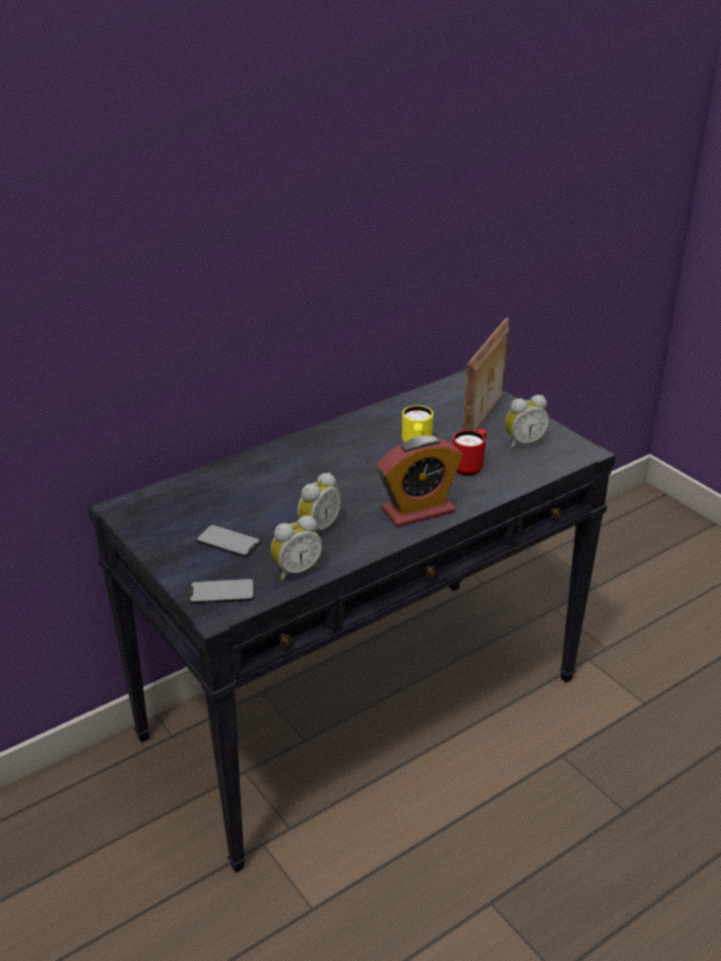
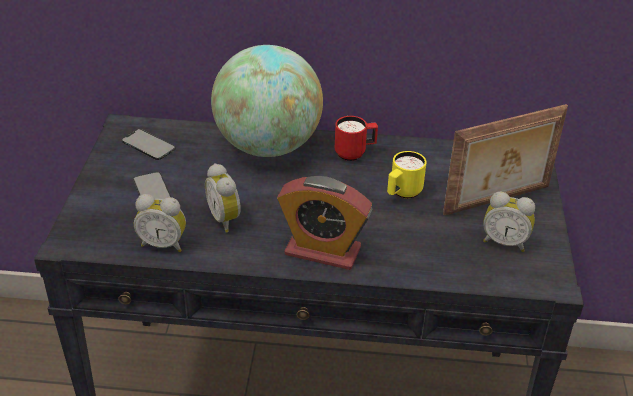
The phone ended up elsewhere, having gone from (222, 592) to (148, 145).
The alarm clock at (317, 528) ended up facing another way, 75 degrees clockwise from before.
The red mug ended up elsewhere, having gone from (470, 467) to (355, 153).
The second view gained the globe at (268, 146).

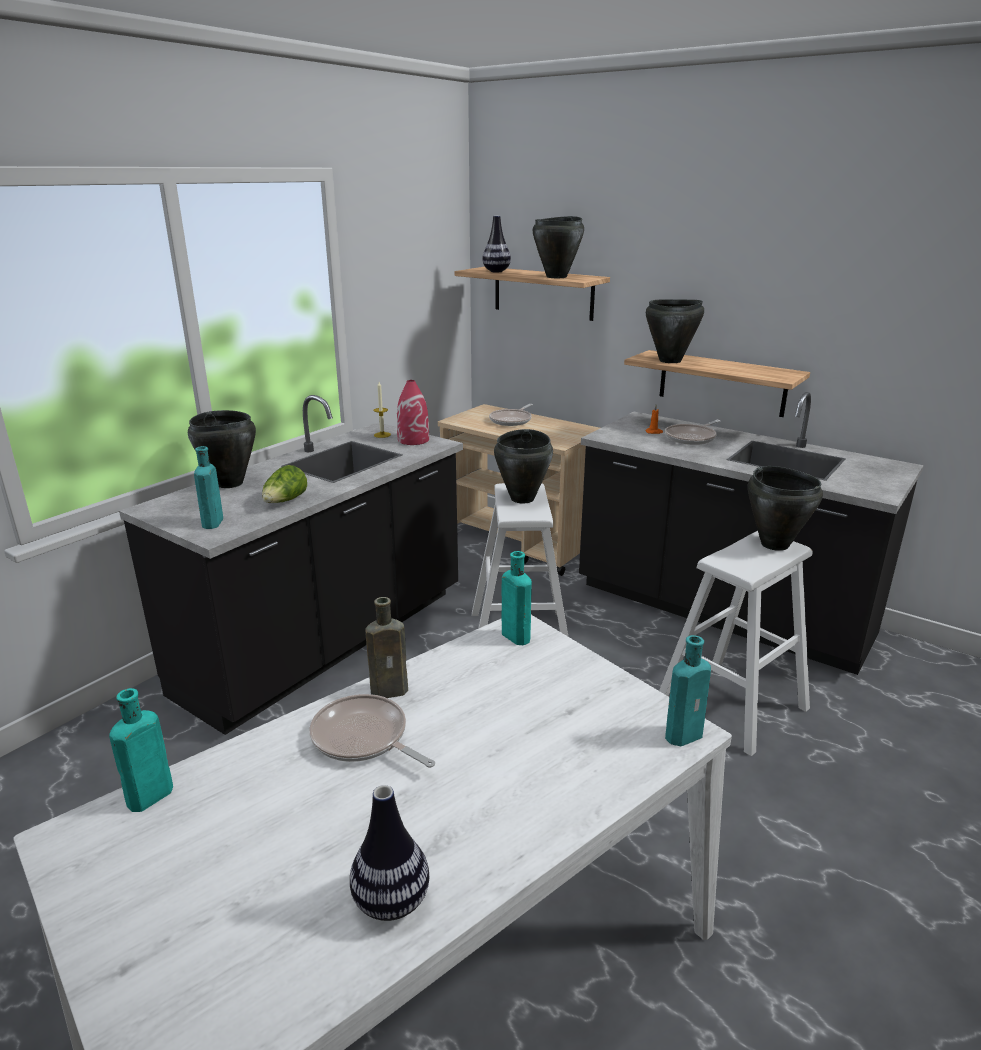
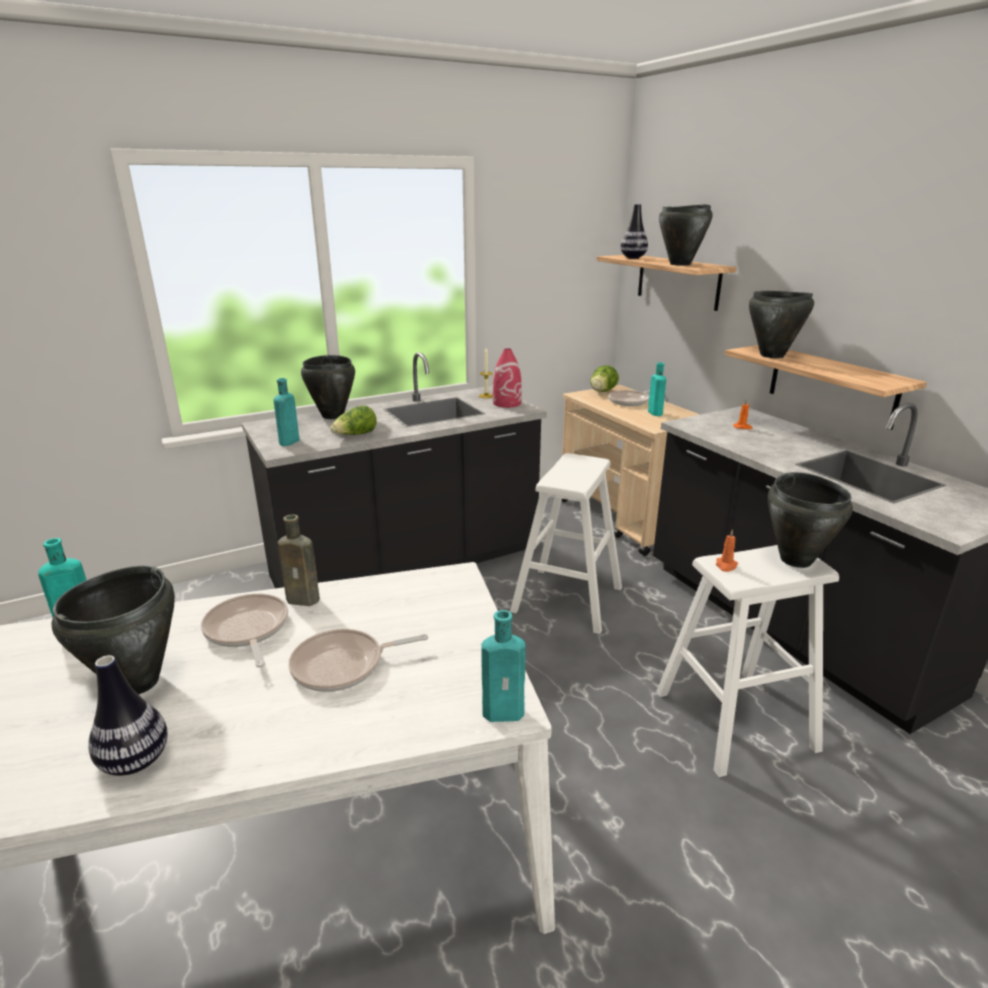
The black cooking pot ended up elsewhere, having gone from (523, 498) to (138, 682).
The turquoise bottle ended up elsewhere, having gone from (514, 635) to (654, 413).
The frying pan ended up elsewhere, having gone from (692, 438) to (343, 665).
The second view gained the lettuce at (602, 392).
The second view gained the orange candle at (726, 565).

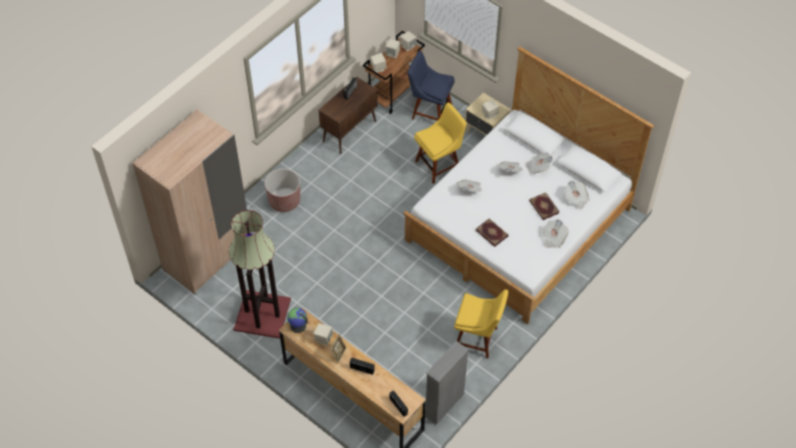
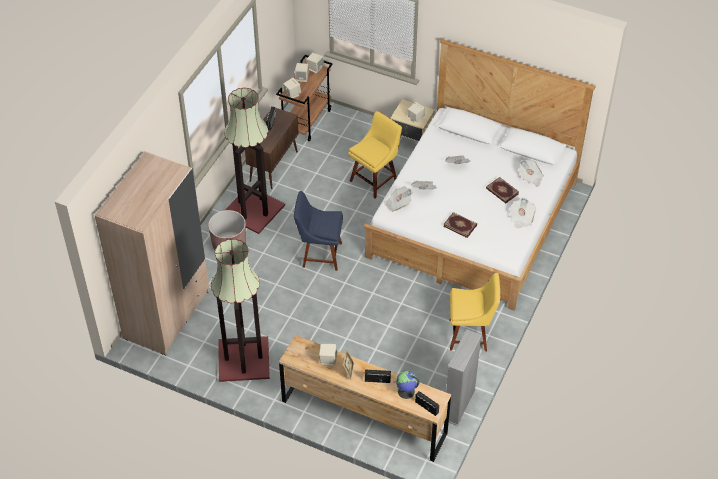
The globe ended up elsewhere, having gone from (298, 326) to (406, 392).
The blue chair ended up elsewhere, having gone from (429, 111) to (319, 254).
The newspaper ended up elsewhere, having gone from (537, 167) to (397, 204).
The second view gained the floor lamp at (253, 209).

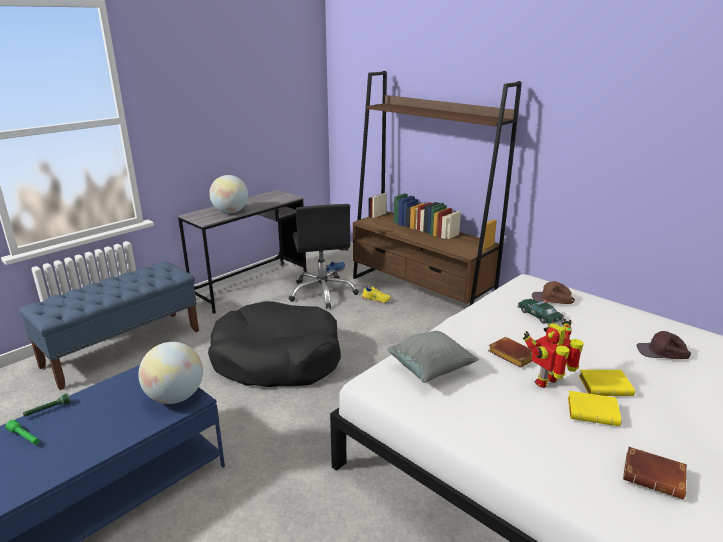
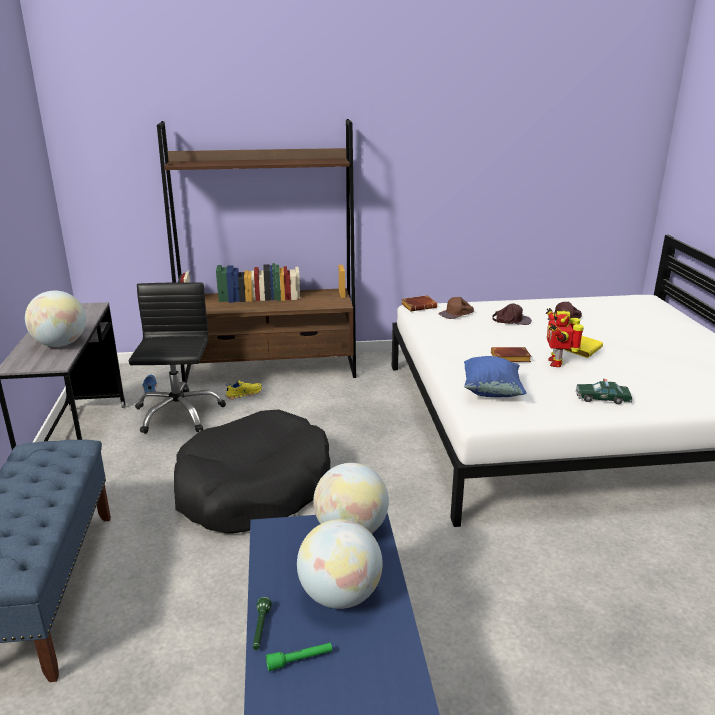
The black office chair at (322, 292) ended up facing another way, 120 degrees counterclockwise from before.
What was the grey pillow at (430, 370) turned into the blue pillow at (491, 391).
The toy car ended up elsewhere, having gone from (539, 316) to (602, 398).
The second view lost the yellow book at (594, 412).
The brown book ended up elsewhere, having gone from (655, 476) to (419, 306).
The second view gained the globe at (340, 596).
The second view gained the brown cap at (511, 320).

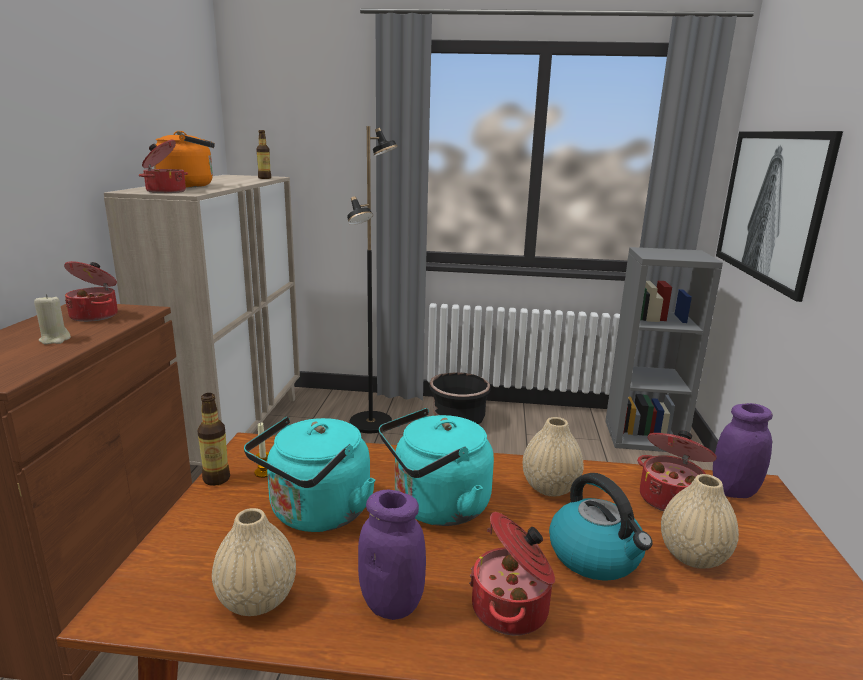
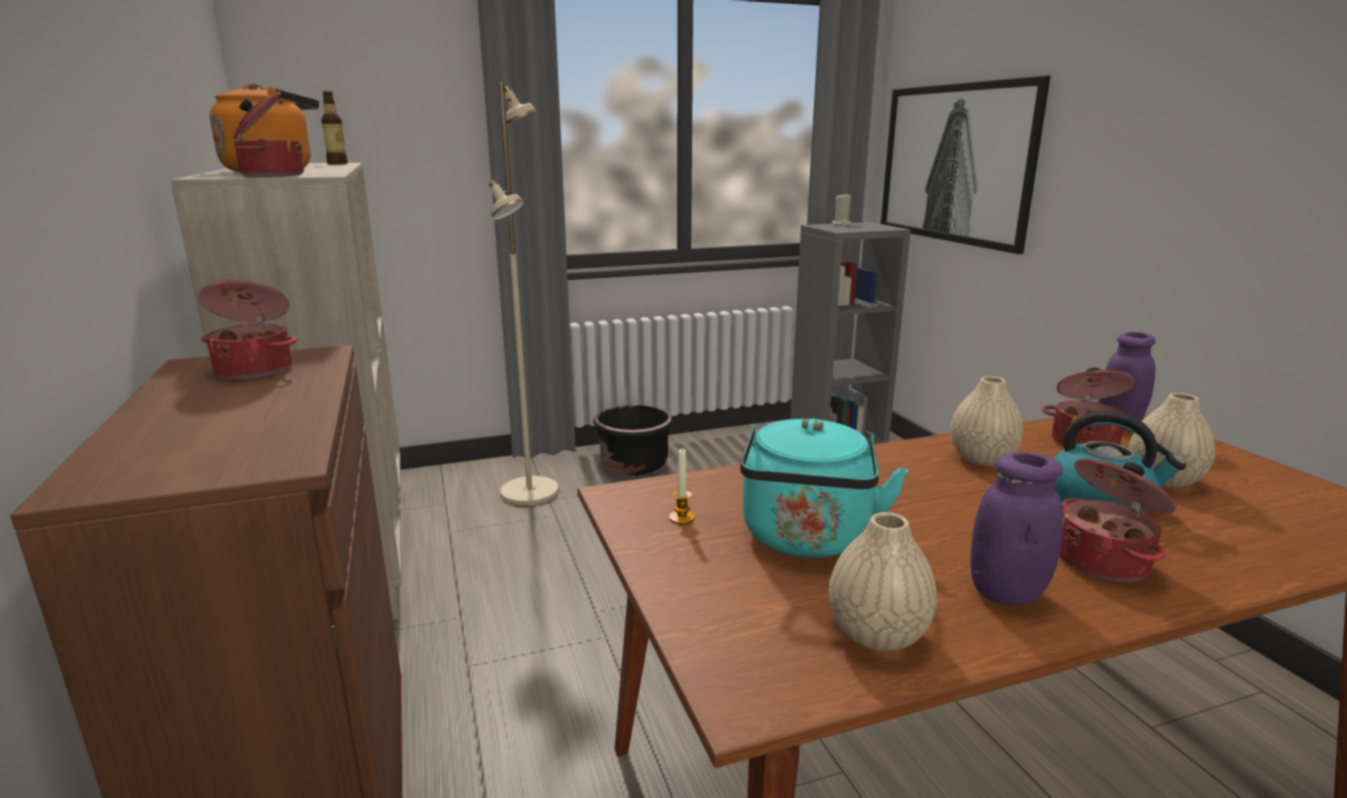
The beige candle ended up elsewhere, having gone from (55, 340) to (841, 224).
The second view lost the bottle at (216, 479).
What was the black floor lamp at (371, 423) turned into the beige floor lamp at (531, 492).
The second view lost the turquoise kettle at (436, 507).

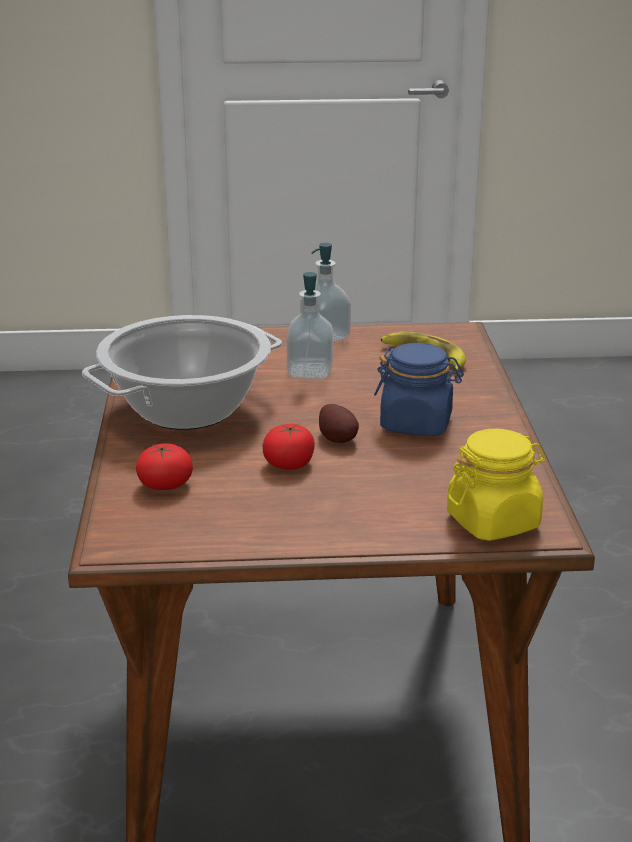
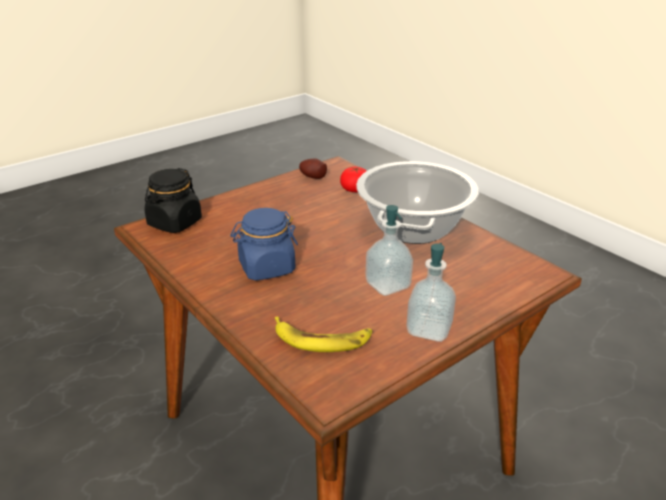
The second view lost the tomato at (289, 463).
The potato ended up elsewhere, having gone from (338, 438) to (313, 176).
What was the yellow jar at (493, 521) turned into the black jar at (174, 223).

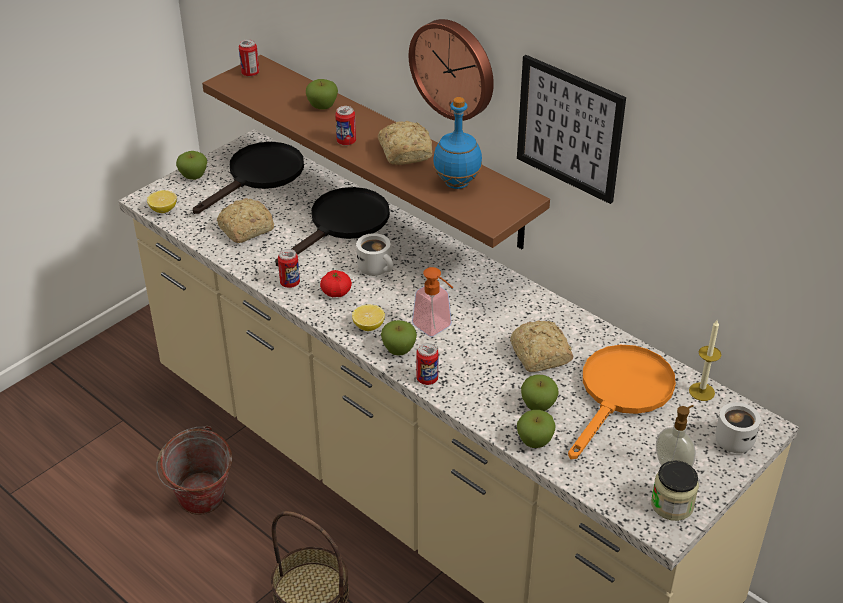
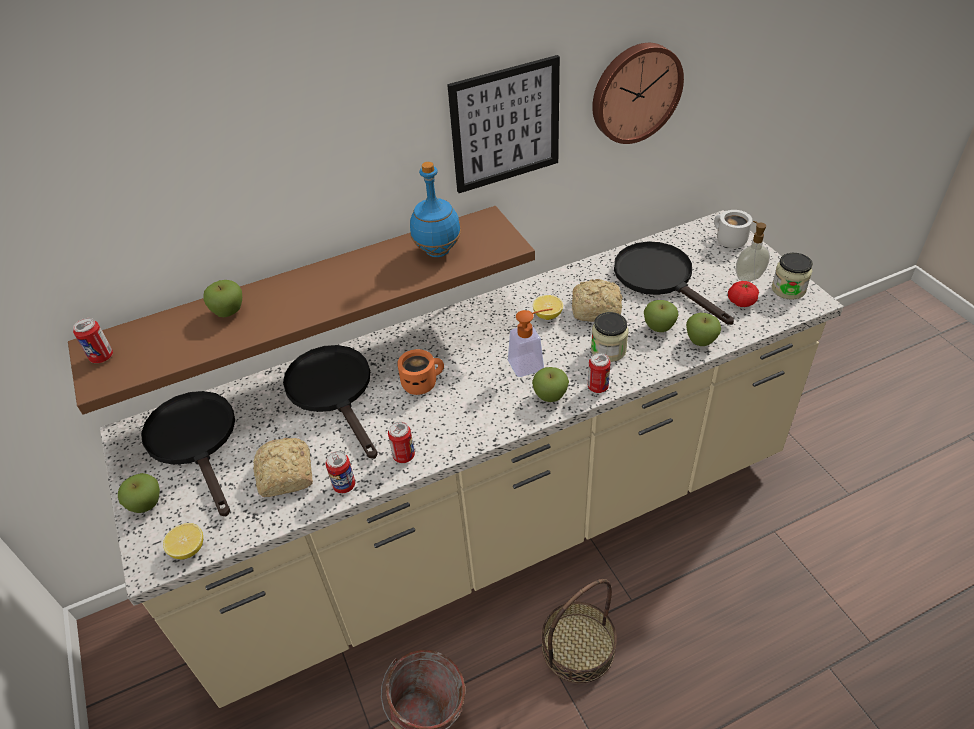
The tomato ended up elsewhere, having gone from (336, 292) to (741, 302).
The can ended up elsewhere, having gone from (346, 141) to (344, 485).
The lemon ended up elsewhere, having gone from (368, 326) to (547, 315).
What was the white mug at (377, 268) turned into the orange mug at (422, 382).
The second view lost the bread at (405, 152).
The wall clock ended up elsewhere, having gone from (454, 68) to (634, 92).
What was the orange frying pan at (621, 394) turned into the black frying pan at (661, 279).
The second view lost the candle at (701, 391).
The second view gained the jar at (608, 350).

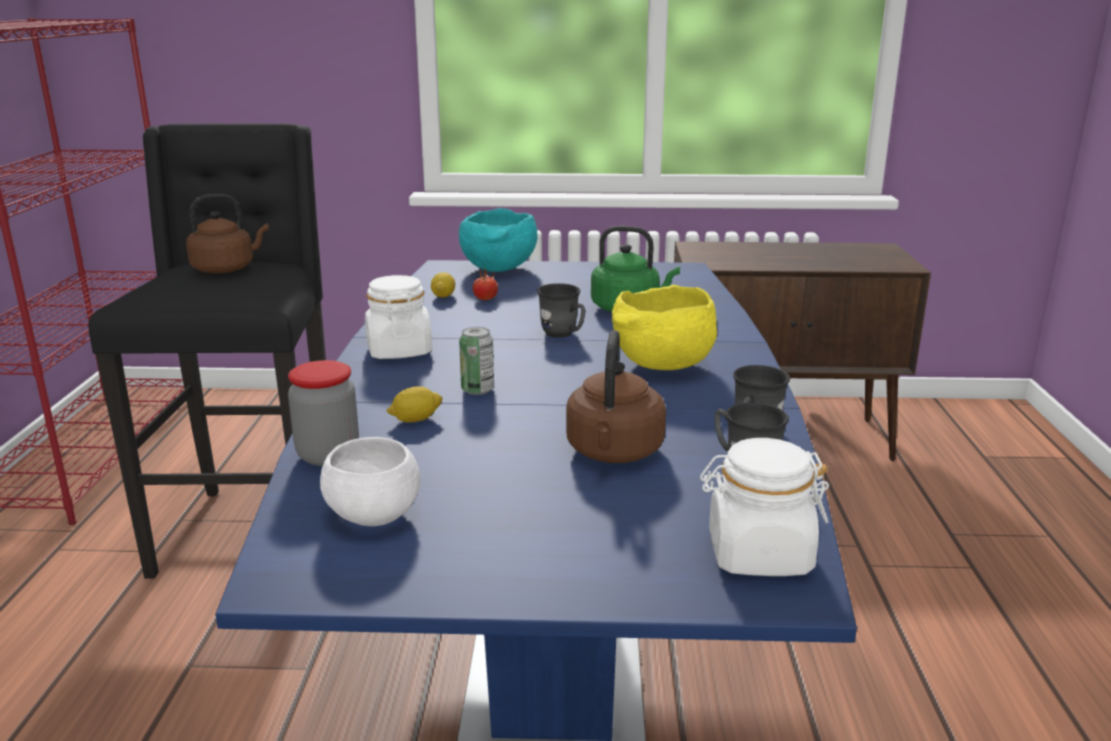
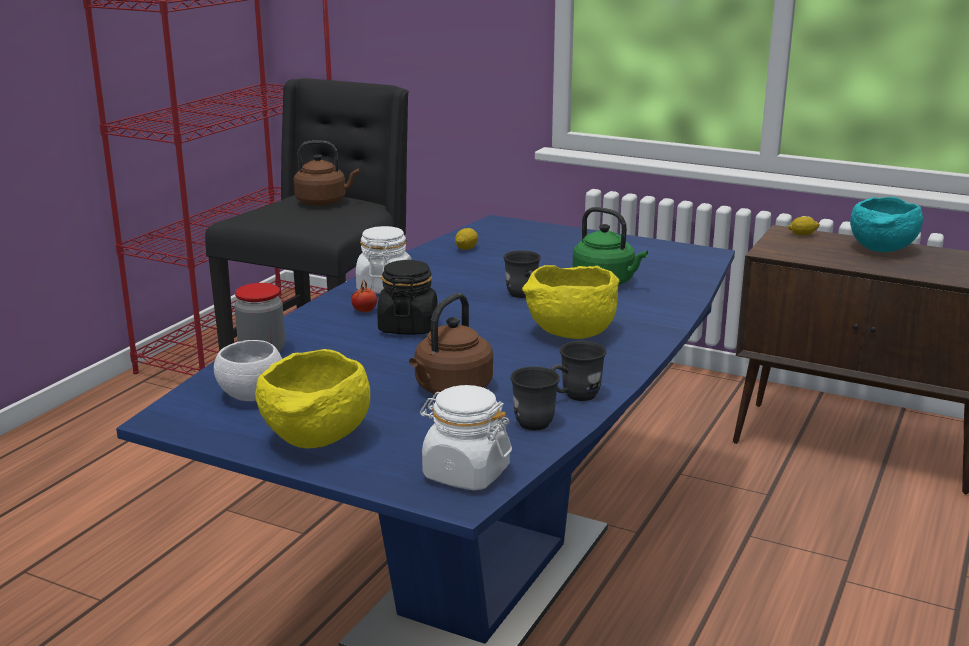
The lemon ended up elsewhere, having gone from (415, 419) to (802, 234).
The turquoise bowl ended up elsewhere, having gone from (499, 270) to (882, 250).
Where the can stood at (477, 390), the black jar came to stand at (408, 327).
The tomato ended up elsewhere, having gone from (485, 299) to (364, 311).
The second view gained the yellow bowl at (316, 441).

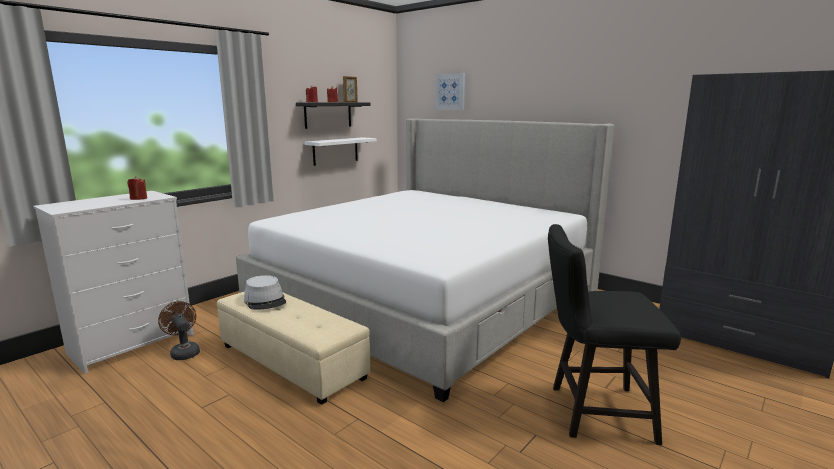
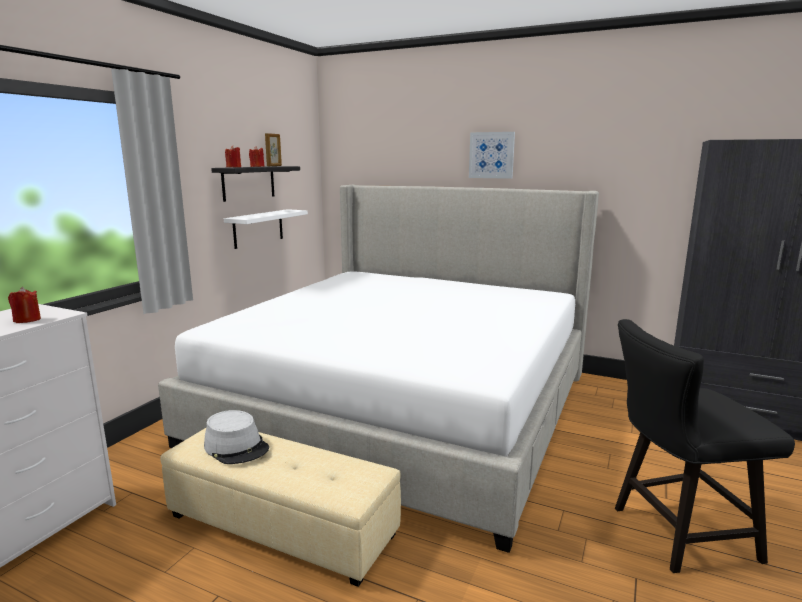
The second view lost the brown fan at (183, 352).
The picture ended up elsewhere, having gone from (450, 91) to (491, 155).

